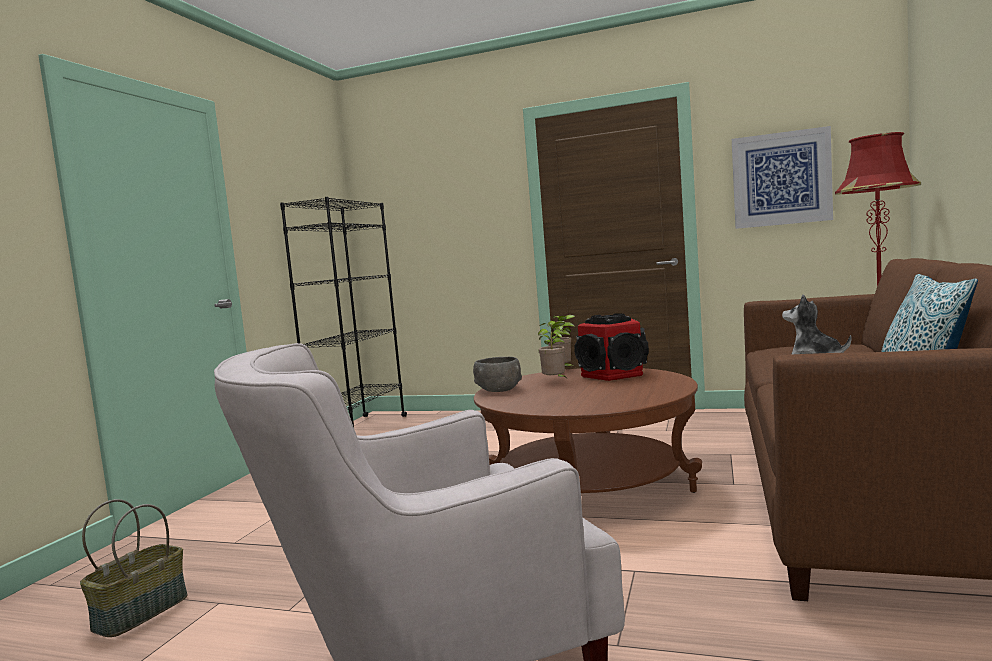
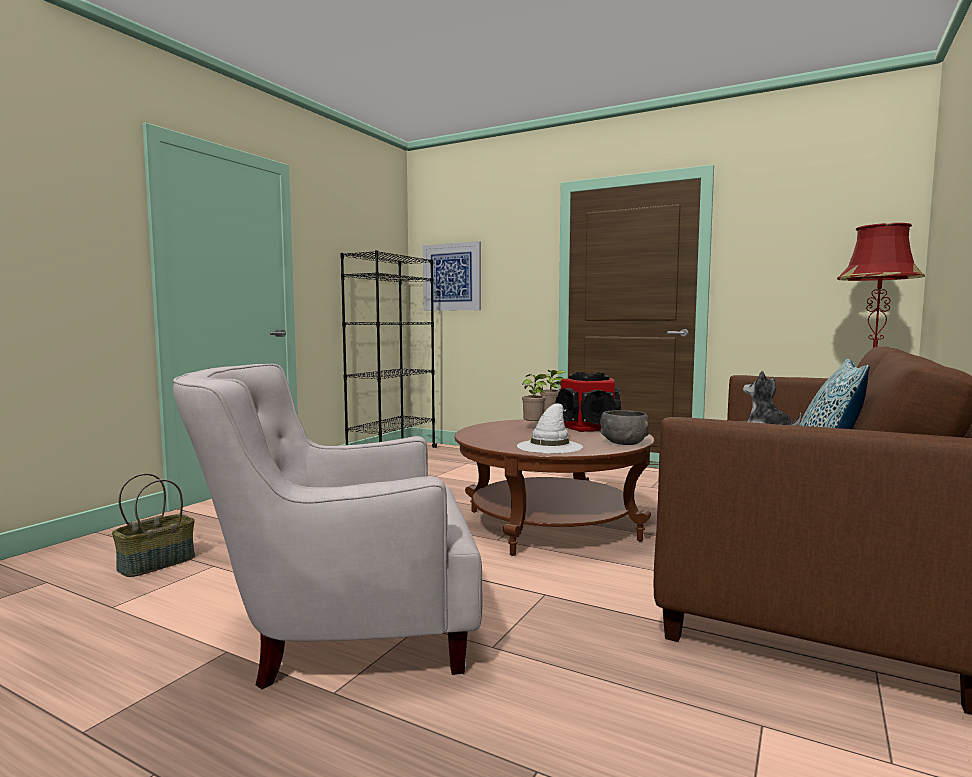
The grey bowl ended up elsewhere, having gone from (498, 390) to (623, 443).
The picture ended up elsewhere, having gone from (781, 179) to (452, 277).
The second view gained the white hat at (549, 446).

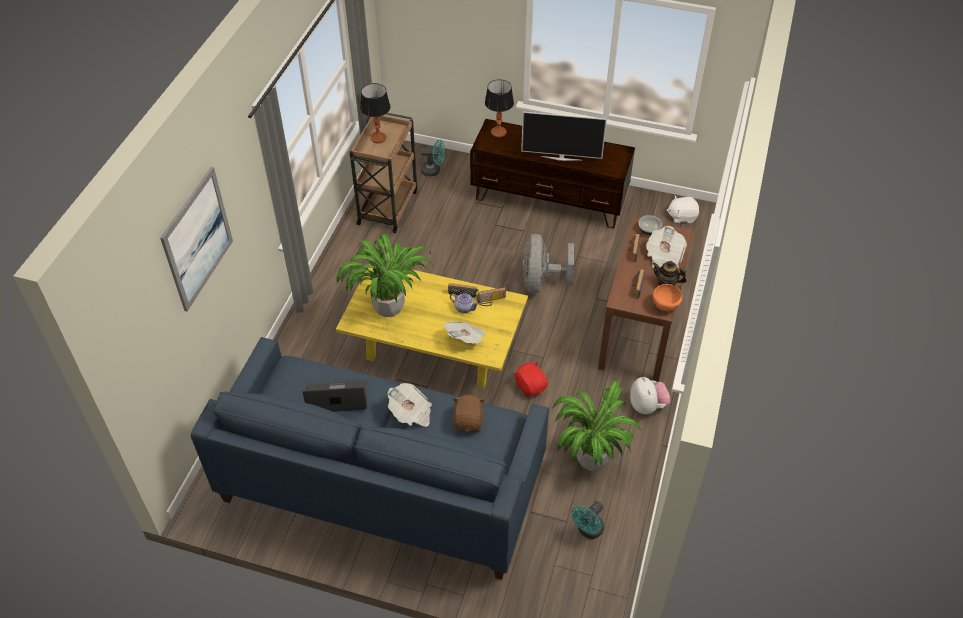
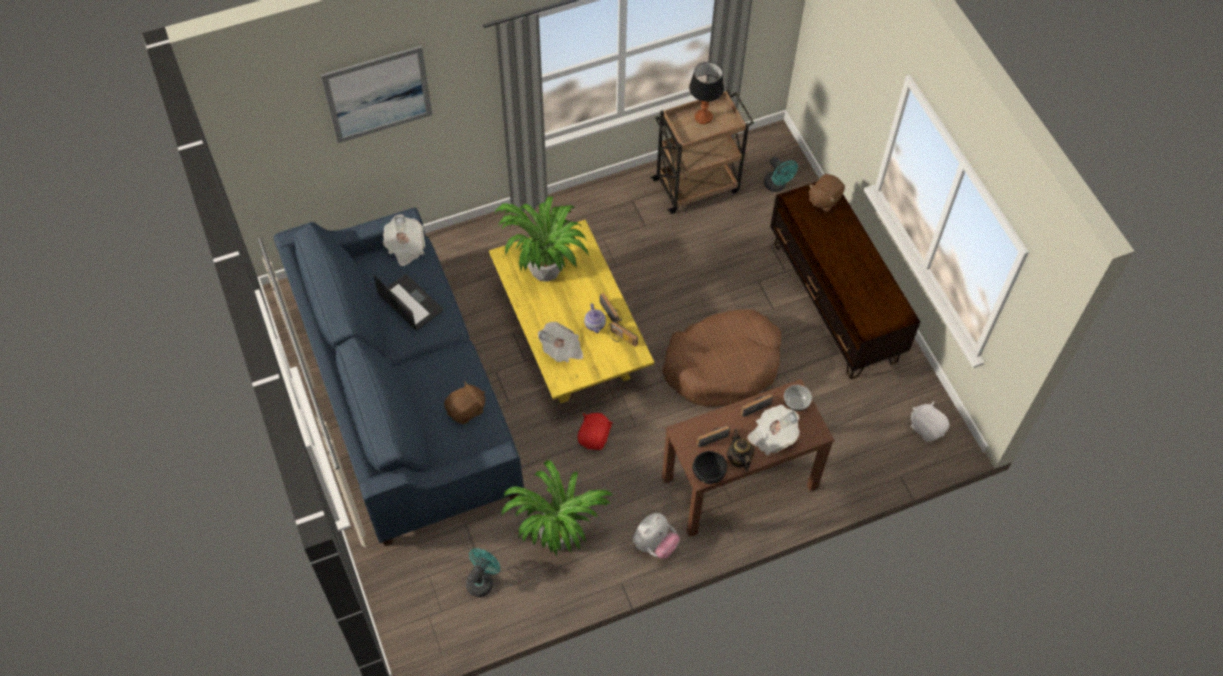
The newspaper ended up elsewhere, having gone from (411, 413) to (405, 247).
Where the table lamp stood at (499, 132), the brown plush toy came to stand at (824, 199).
The second view lost the television at (561, 157).
Where the grey fan stood at (541, 282), the brown dog bed came to stand at (723, 365).
The turquoise fan at (588, 531) ended up facing another way, 120 degrees clockwise from before.
What was the orange bowl at (665, 307) turned into the black bowl at (708, 474).

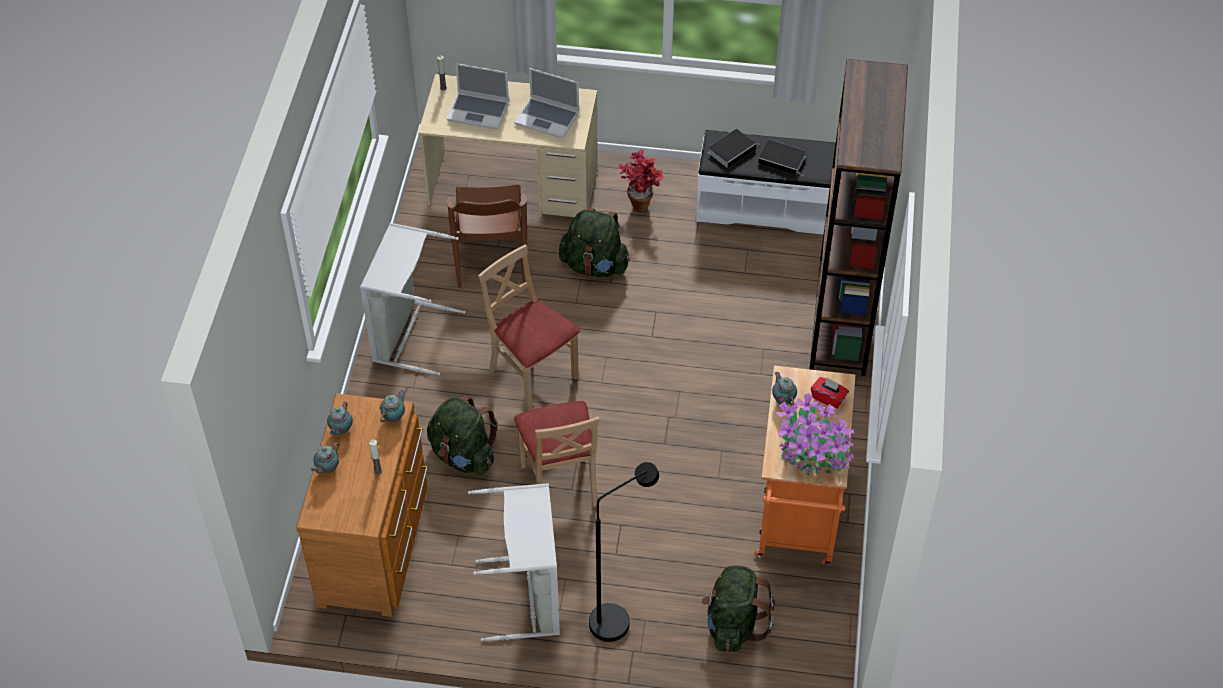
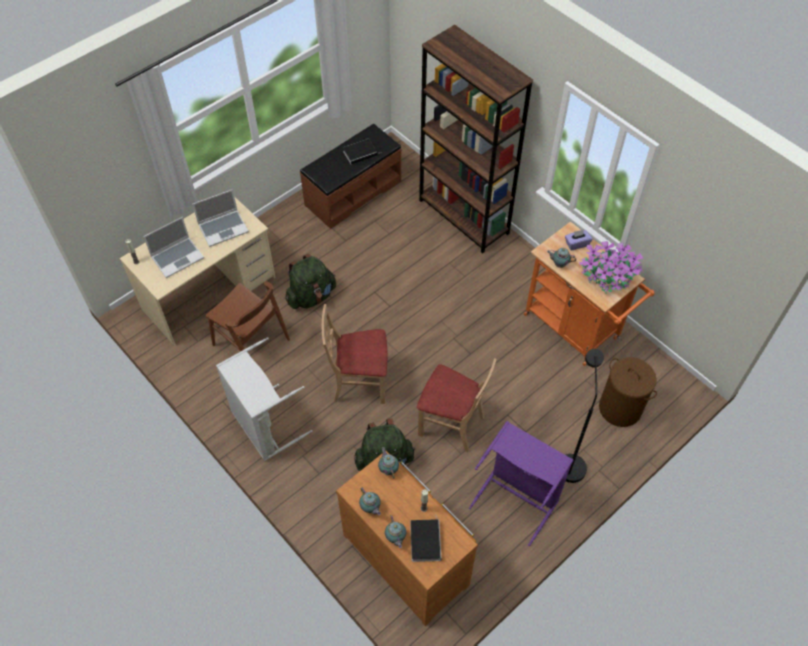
What was the grey laundry basket at (529, 596) turned into the purple laundry basket at (518, 497).
The second view lost the potted plant at (640, 202).
What was the white bench at (764, 206) turned into the brown bench at (352, 192).
Where the green backpack stood at (733, 624), the brown laundry basket came to stand at (620, 408).
The book ended up elsewhere, having gone from (732, 149) to (425, 540).
What was the red tissue box at (828, 398) turned into the purple tissue box at (576, 244).

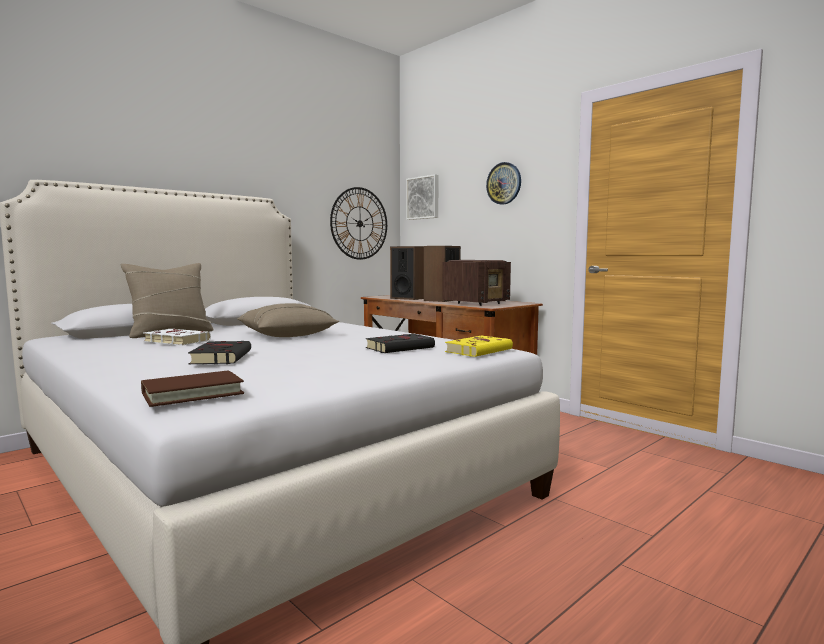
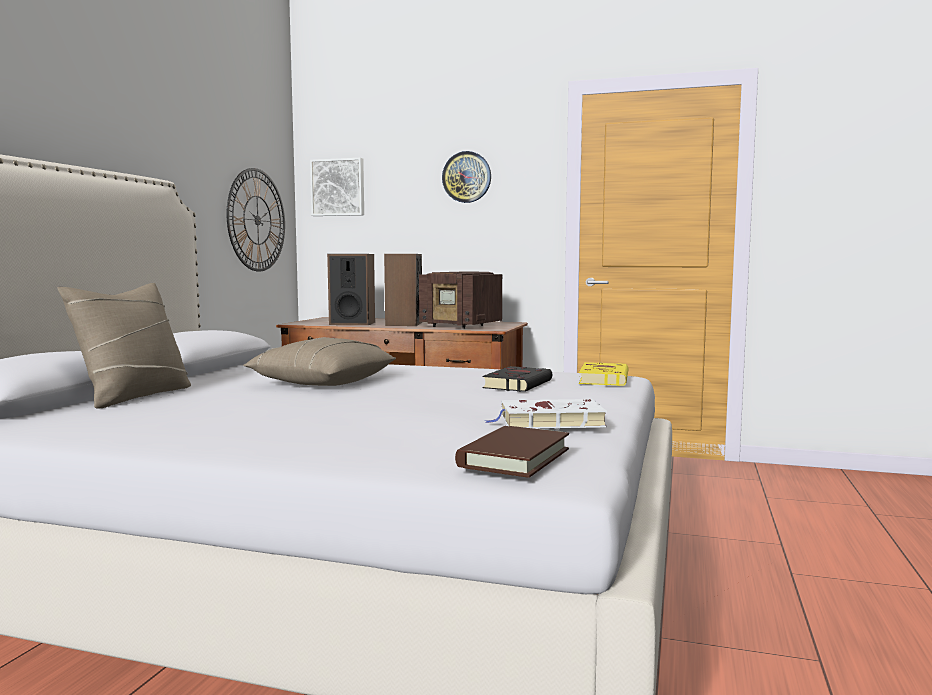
The white book ended up elsewhere, having gone from (175, 341) to (548, 422).
The second view lost the black book at (221, 357).
The radio at (477, 303) ended up facing another way, 105 degrees clockwise from before.

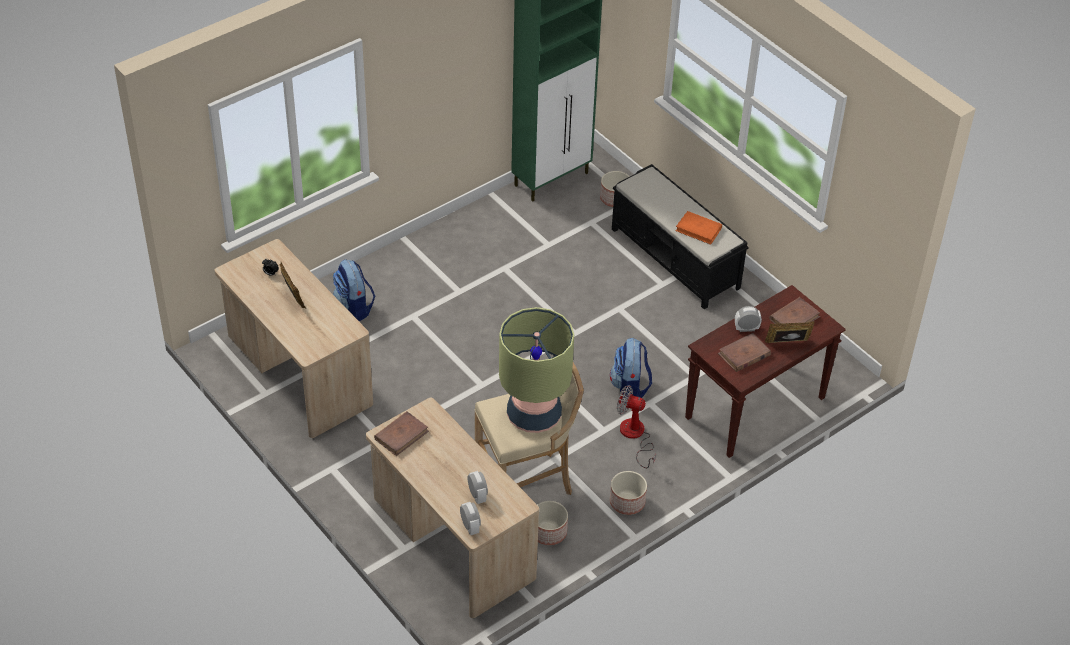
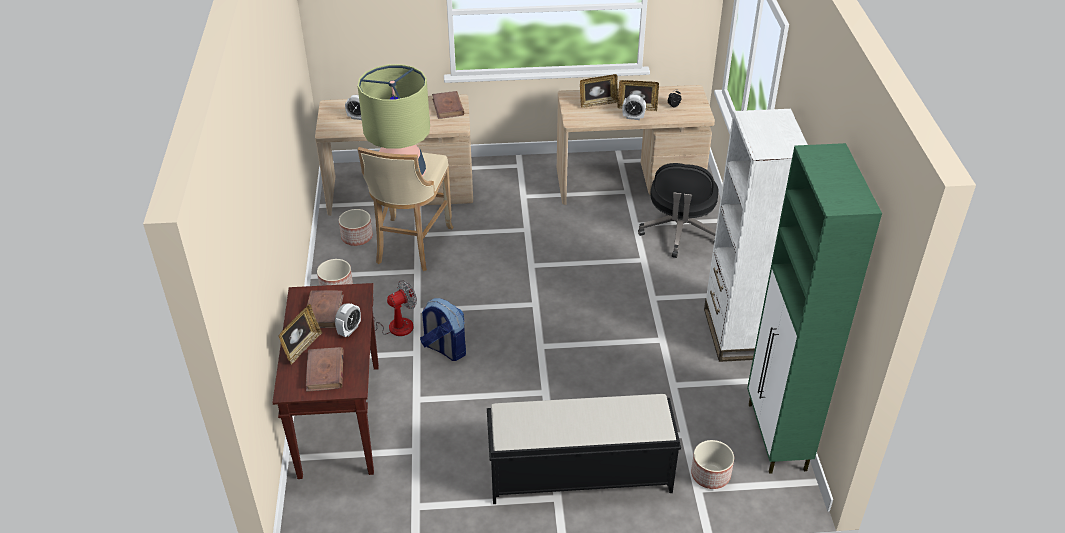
Where the backpack stood at (354, 308), the black office chair came to stand at (679, 232).
The alarm clock ended up elsewhere, having gone from (470, 527) to (633, 117).
The second view lost the orange book at (699, 229).
The second view gained the picture frame at (598, 103).
The second view gained the white bookcase at (736, 333).

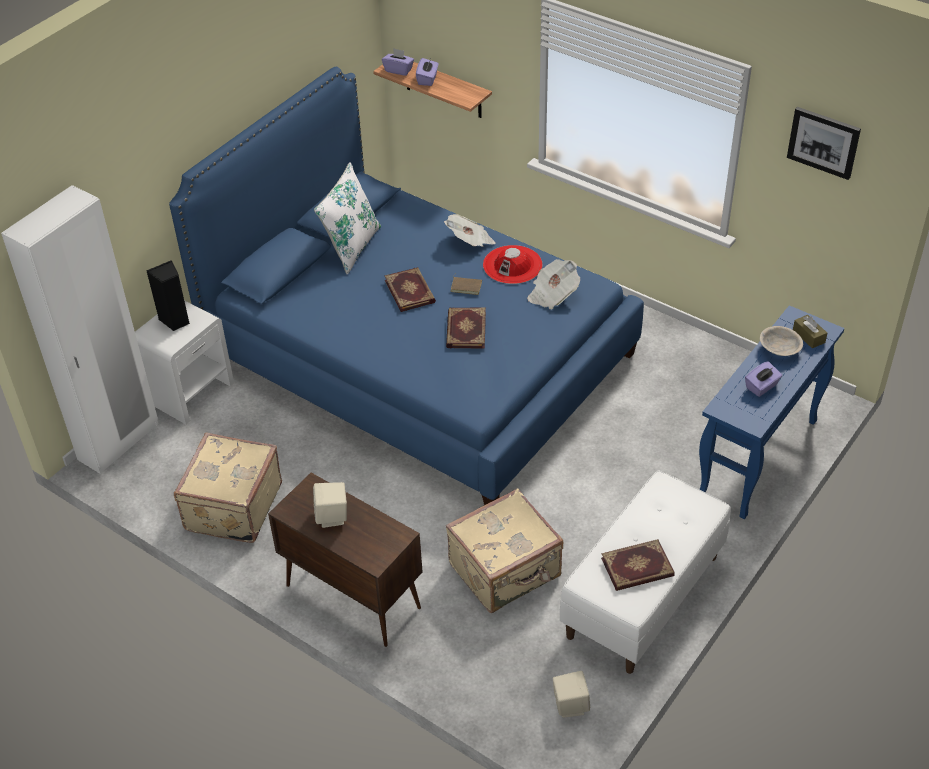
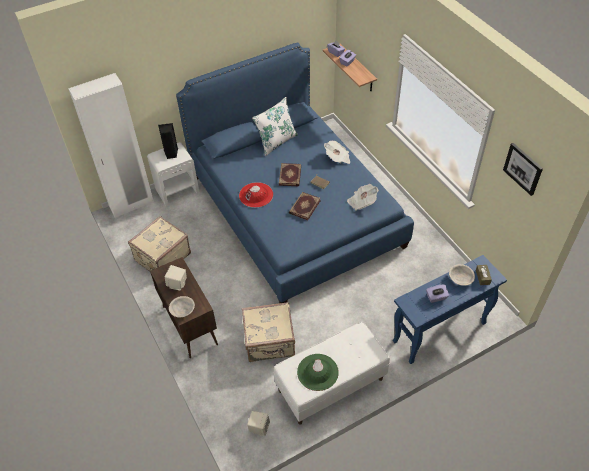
The red hat ended up elsewhere, having gone from (512, 265) to (256, 195).
Where the book stood at (637, 568), the green hat came to stand at (317, 372).
The second view gained the beige bowl at (182, 310).

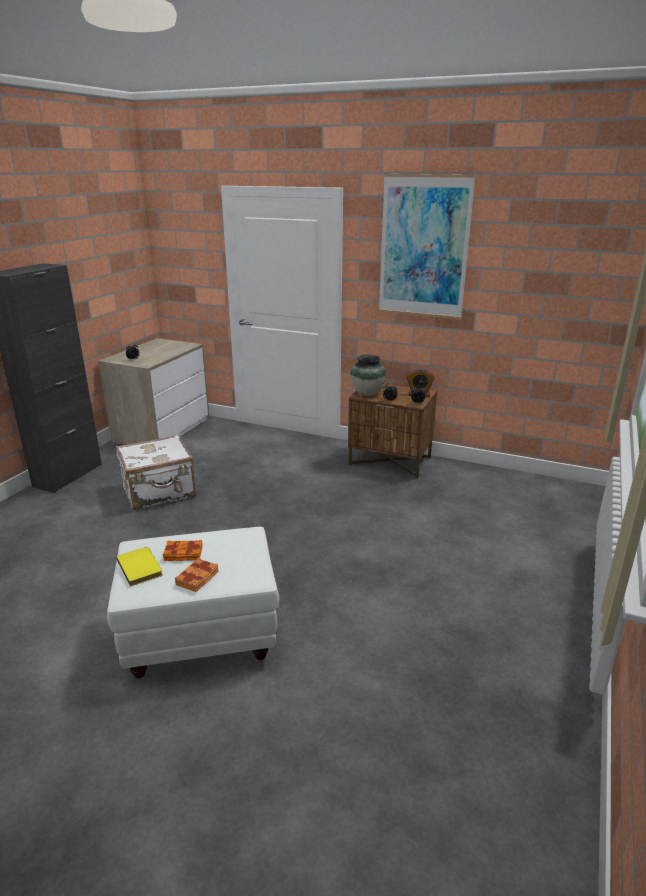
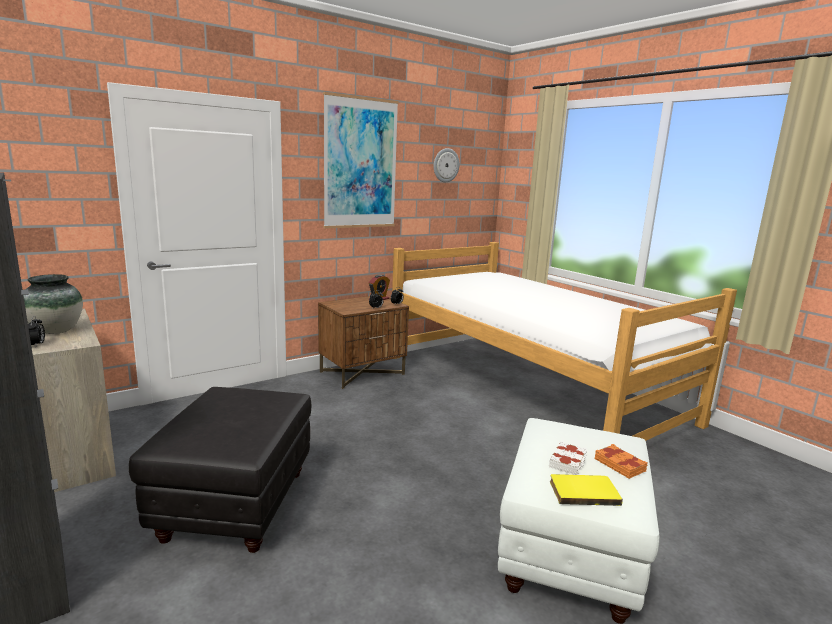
Where the white suitcase stood at (159, 492), the black ottoman came to stand at (235, 504).
What was the orange book at (183, 554) turned into the white book at (568, 462).
The vase ended up elsewhere, having gone from (367, 393) to (55, 331).
The second view gained the bed at (529, 387).
The second view gained the wall clock at (445, 165).

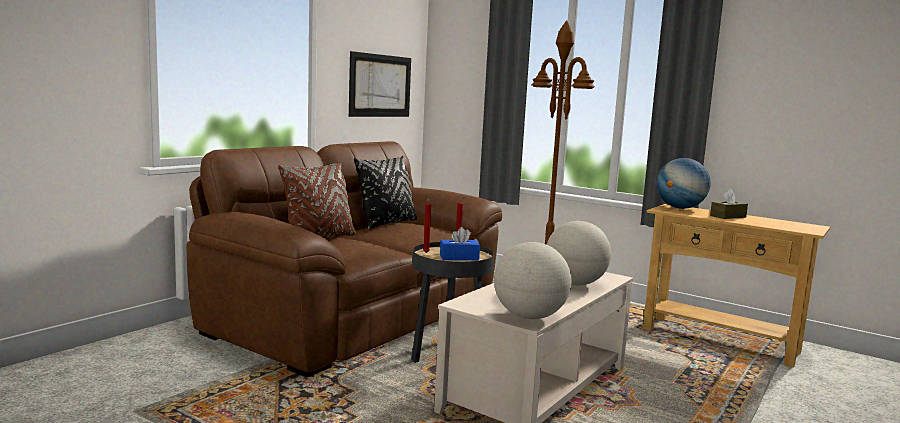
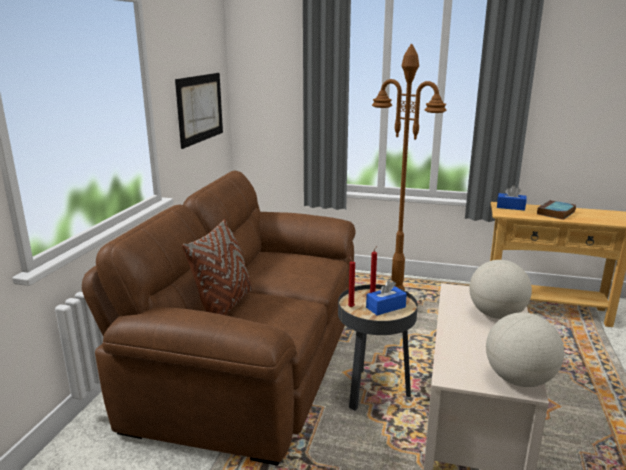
The second view lost the black pillow at (386, 224).
Where the globe stood at (680, 208), the blue tissue box came to stand at (510, 207).
Where the brown tissue box stood at (728, 216), the book came to stand at (556, 213).

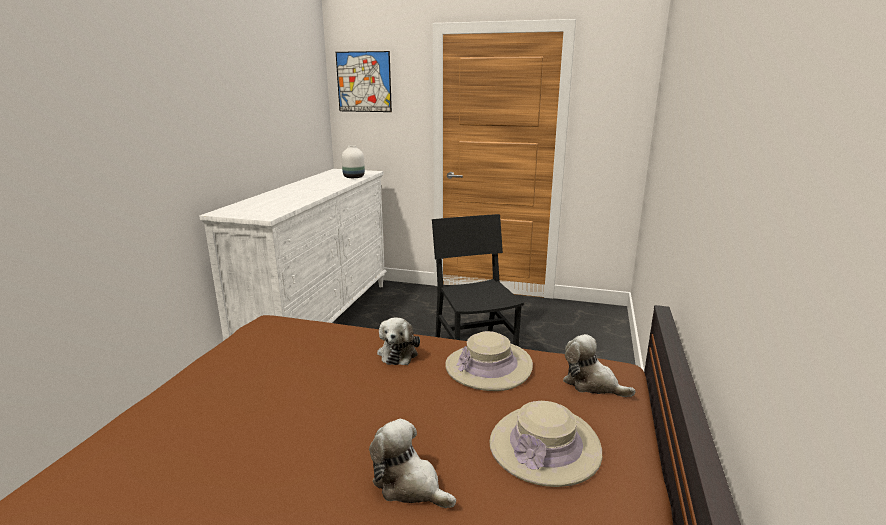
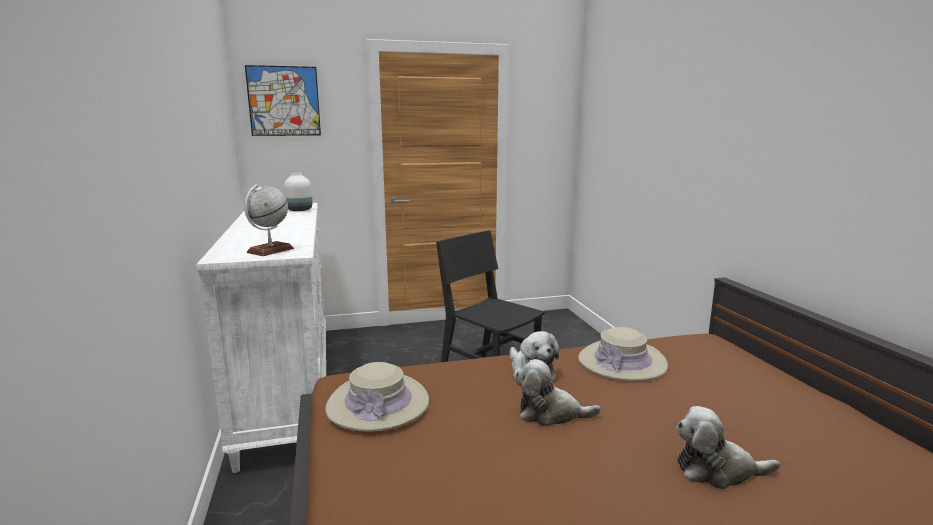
The beige hat ended up elsewhere, having gone from (544, 447) to (378, 404).
The plush toy ended up elsewhere, having gone from (592, 384) to (550, 414).
The second view gained the globe at (270, 250).

